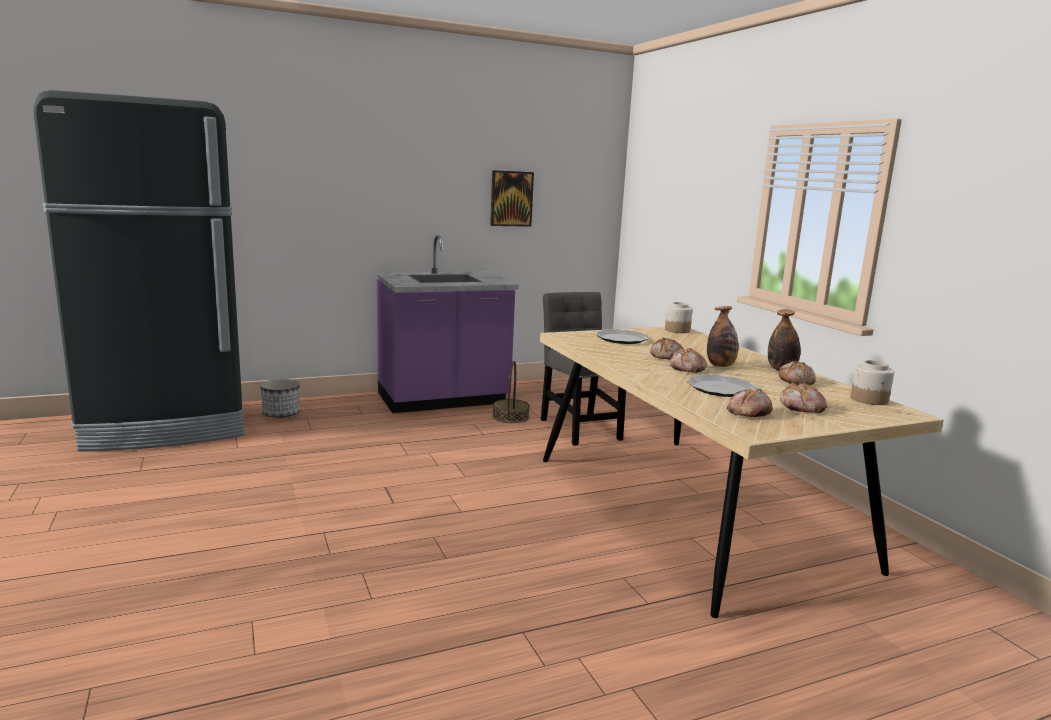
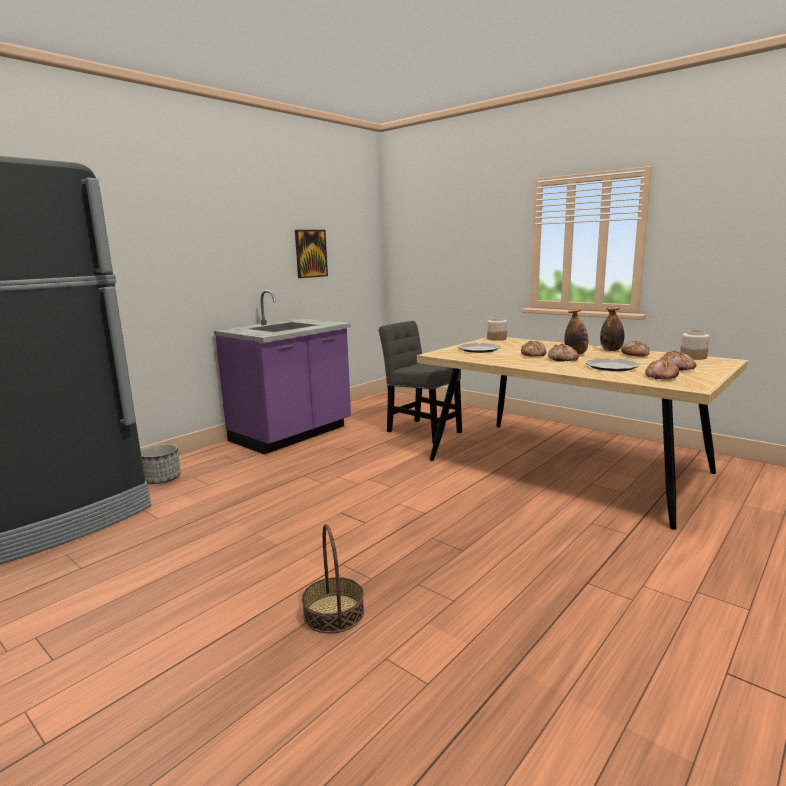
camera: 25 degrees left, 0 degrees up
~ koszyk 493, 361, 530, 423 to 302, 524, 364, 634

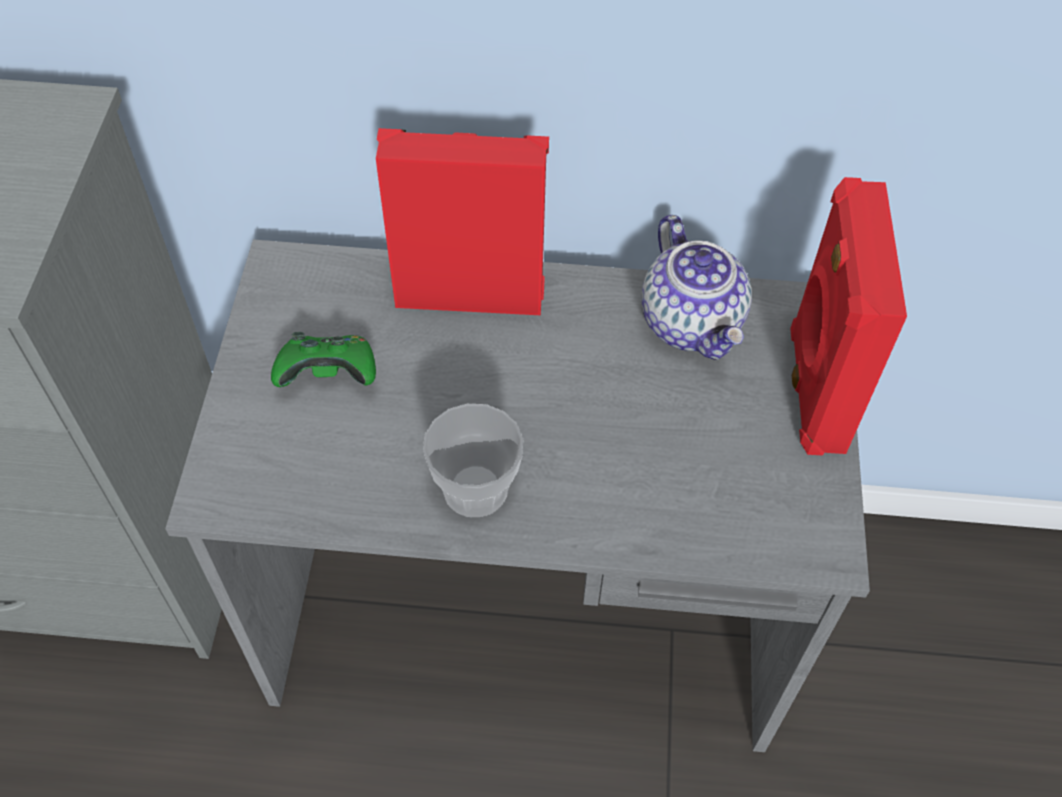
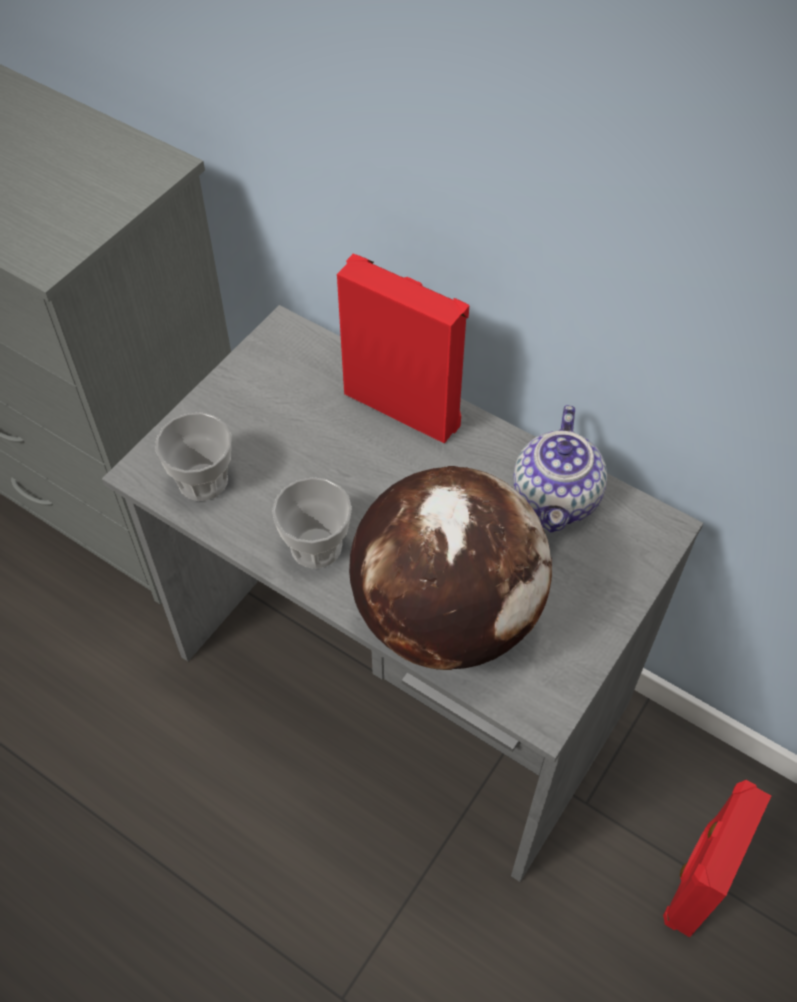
camera: 30 degrees right, 0 degrees up
+ filiżanka 155, 412, 231, 501
+ globus 349, 466, 552, 670
~ głośnik/czerwony 790, 177, 907, 456 to 663, 780, 771, 937
- pad do gier/zielony 271, 332, 376, 387

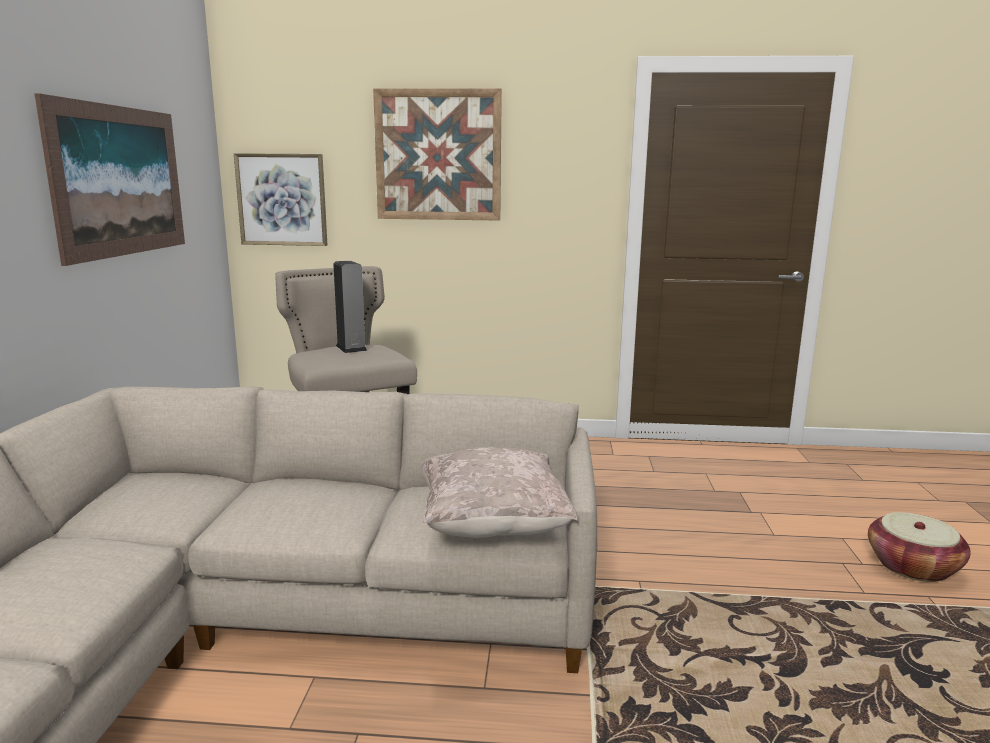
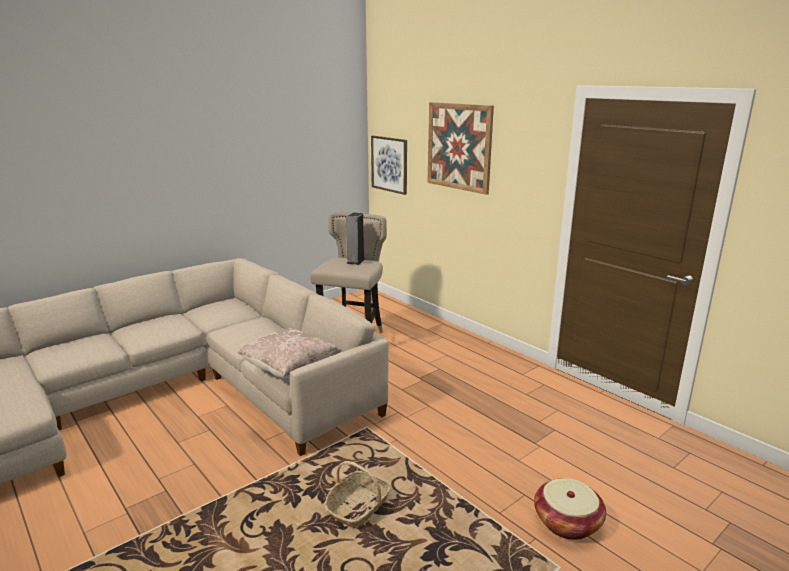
camera: 45 degrees right, 5 degrees up
+ koszyk 324, 461, 391, 528
- obraz 34, 93, 185, 266

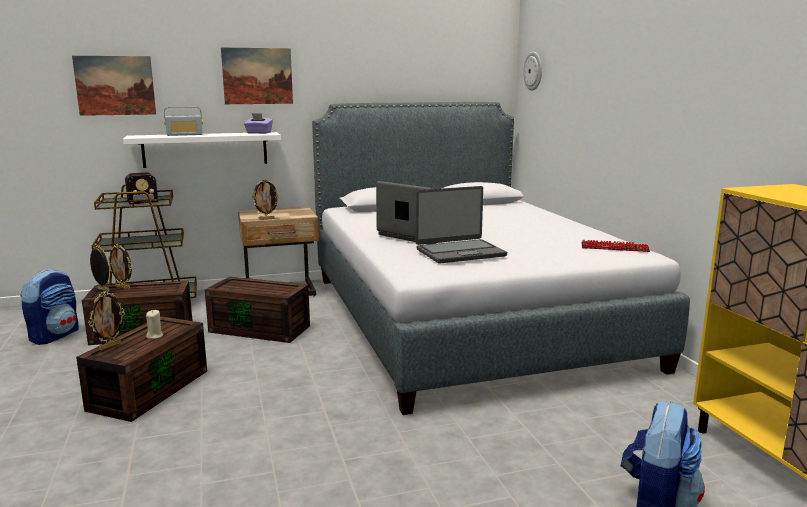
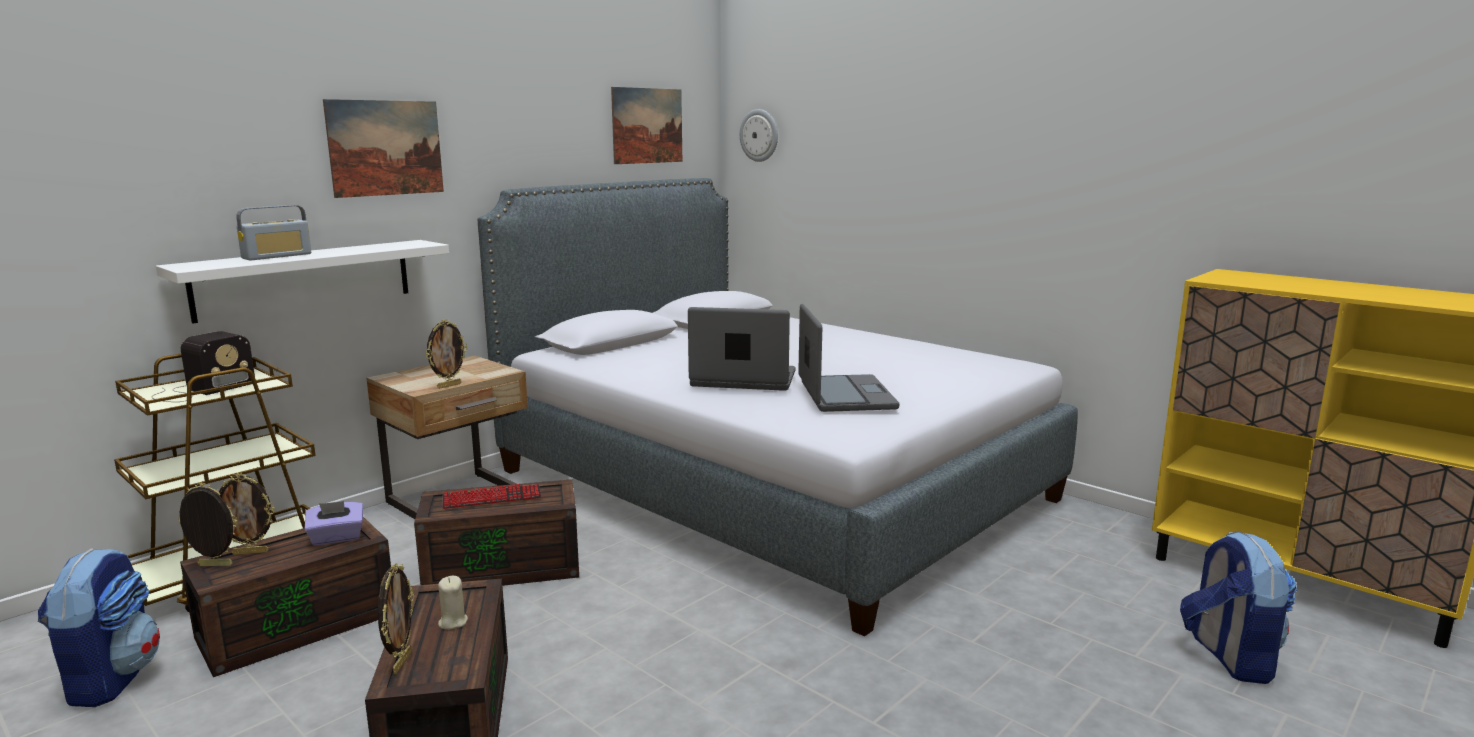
camera: 30 degrees left, 0 degrees up
~ pudełko chusteczek/fioletowy 244, 113, 273, 134 to 304, 501, 363, 546
~ klawiatura 581, 240, 650, 252 to 442, 484, 541, 509
~ obraz 72, 56, 156, 116 to 611, 87, 682, 164
~ laptop 416, 186, 507, 263 = 798, 304, 899, 412 45 degrees counterclockwise

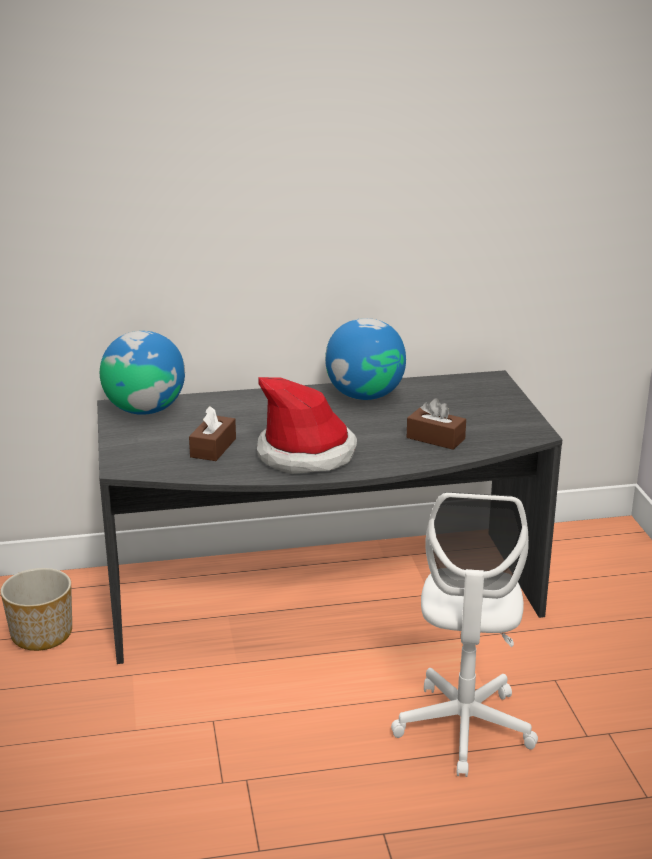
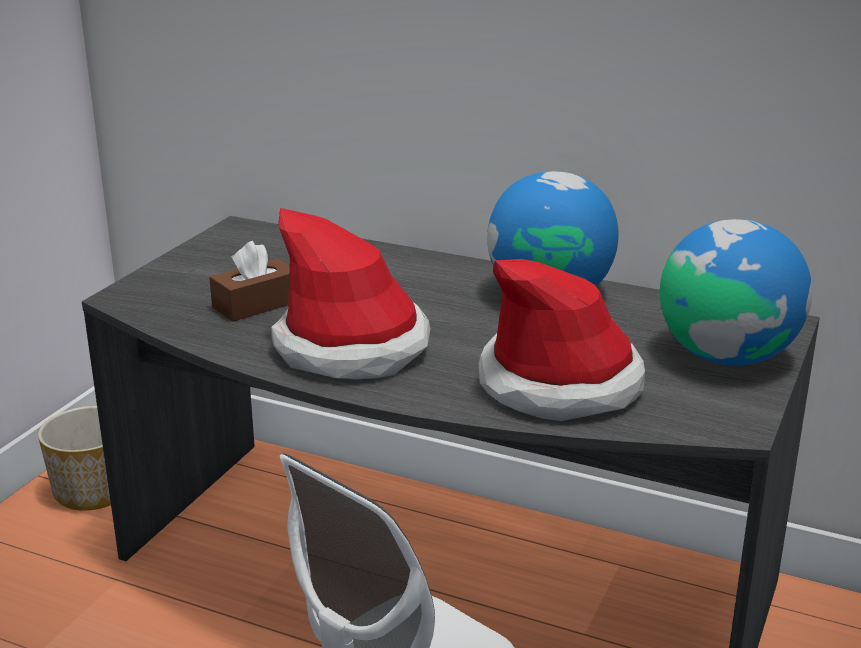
camera: 35 degrees right, 0 degrees up
~ pudełko chusteczek/brązowy 407, 398, 466, 450 to kapelusz 479, 259, 645, 421
~ globus 100, 331, 185, 415 to 660, 219, 812, 365

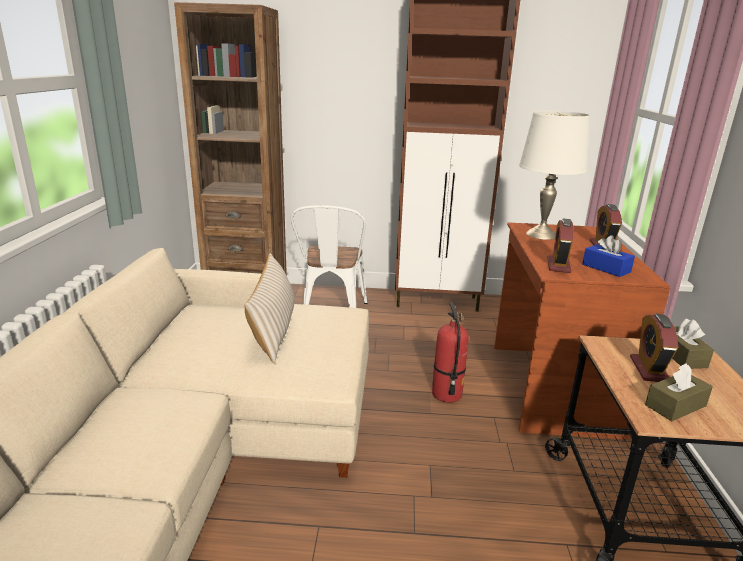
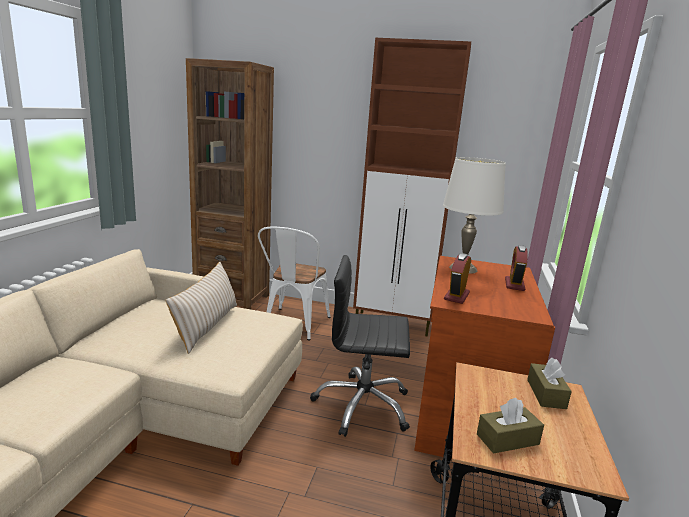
camera: 10 degrees right, 5 degrees down
~ gaśnica 432, 303, 469, 403 to krzesło biurowe/czarny 310, 255, 410, 437
- pudełko chusteczek/niebieski 582, 235, 635, 277
- budzik 630, 314, 678, 382

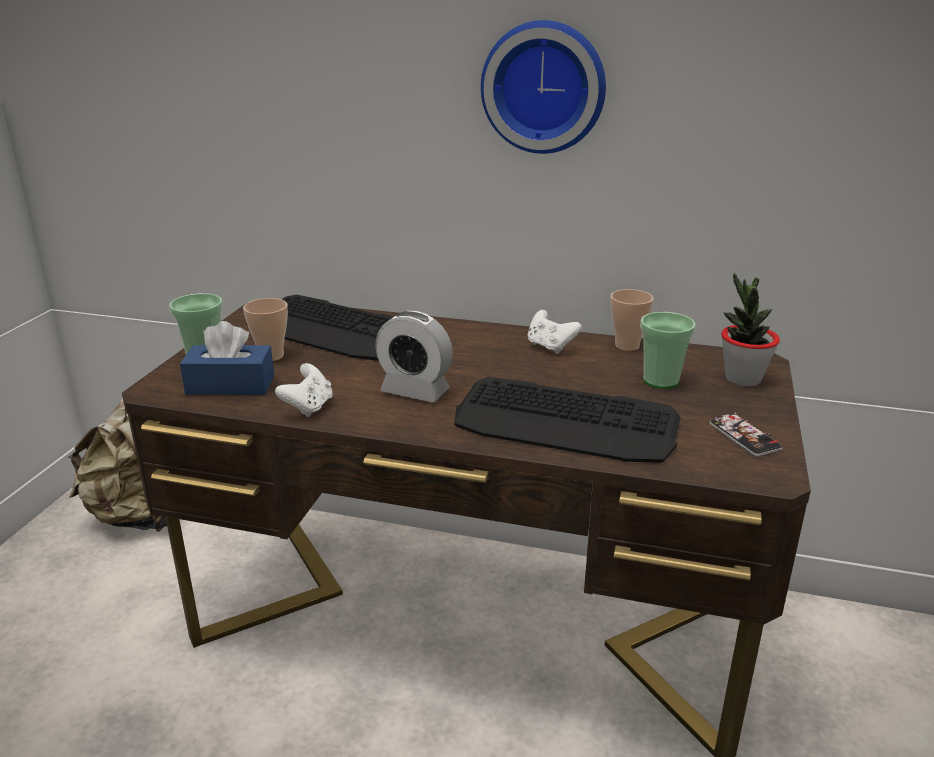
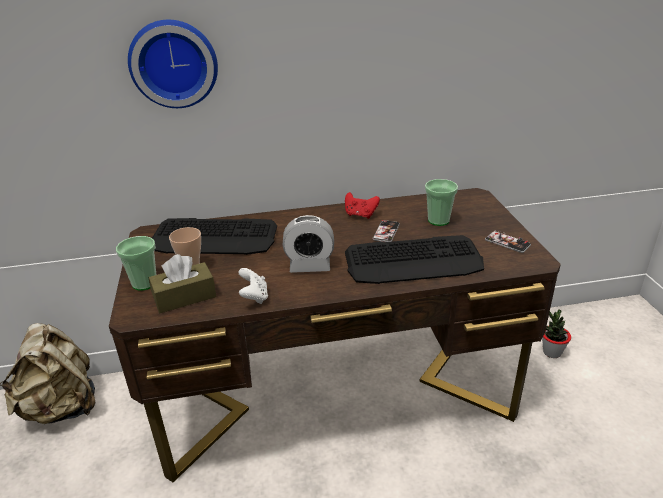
camera: 25 degrees left, 5 degrees up
~ zegar ścienny 481, 20, 606, 154 to 128, 20, 218, 108
~ pudełko chusteczek/niebieski 180, 321, 274, 395 to pudełko chusteczek/brązowy 149, 254, 216, 313
~ pad do gier/biały 528, 310, 582, 354 to pad do gier/czerwony 345, 192, 380, 219
+ telefon 372, 220, 400, 242
~ roślina doniczkowa 721, 273, 780, 386 to 542, 310, 571, 358
- filiżanka 611, 289, 653, 351

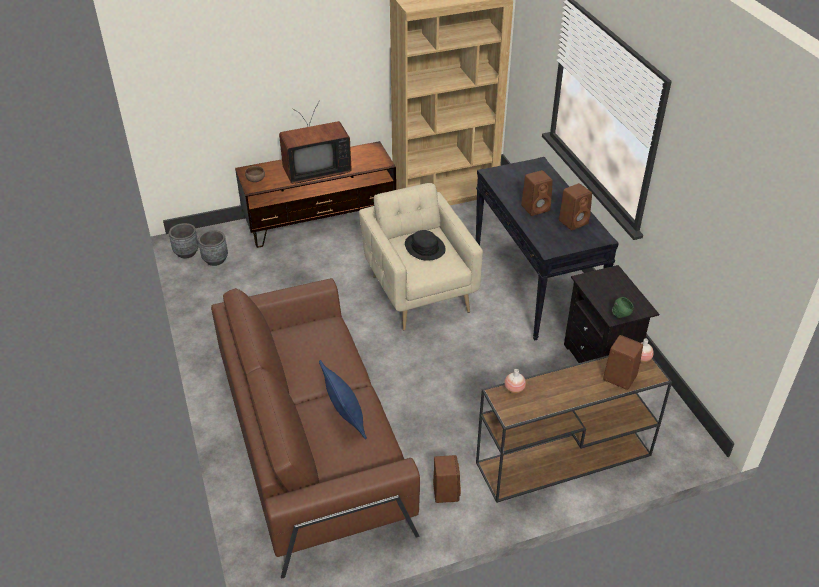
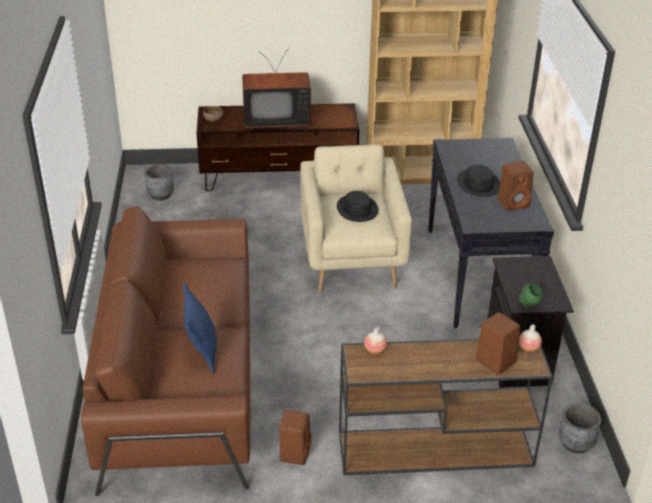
camera: 15 degrees right, 5 degrees down
~ głośnik/brązowy 521, 170, 553, 216 to kapelusz/czarny 457, 165, 500, 197
~ donica/szary 169, 223, 199, 259 to 559, 403, 601, 453

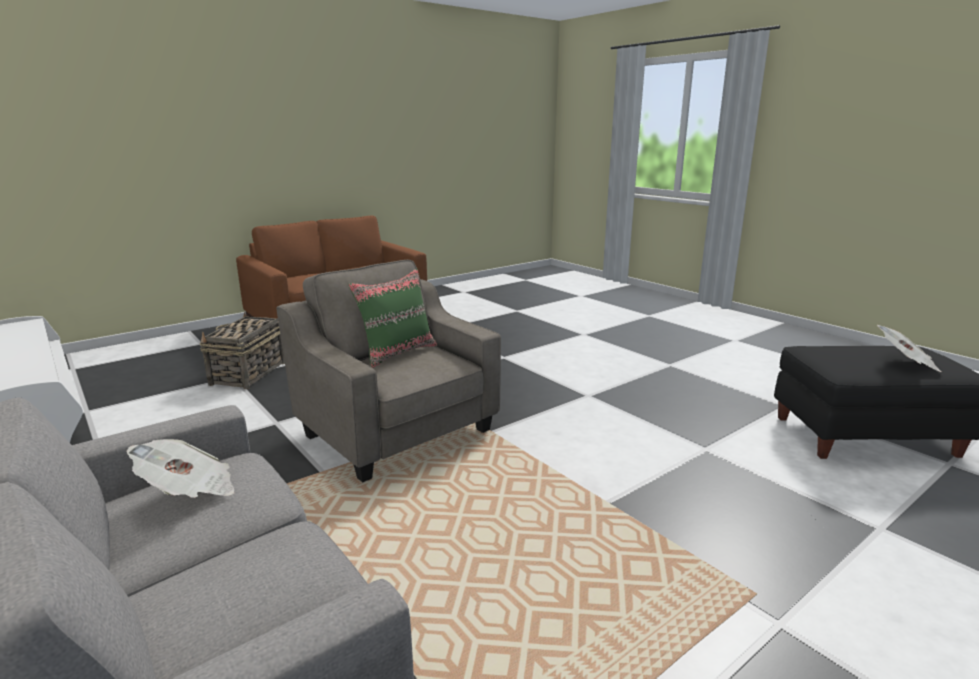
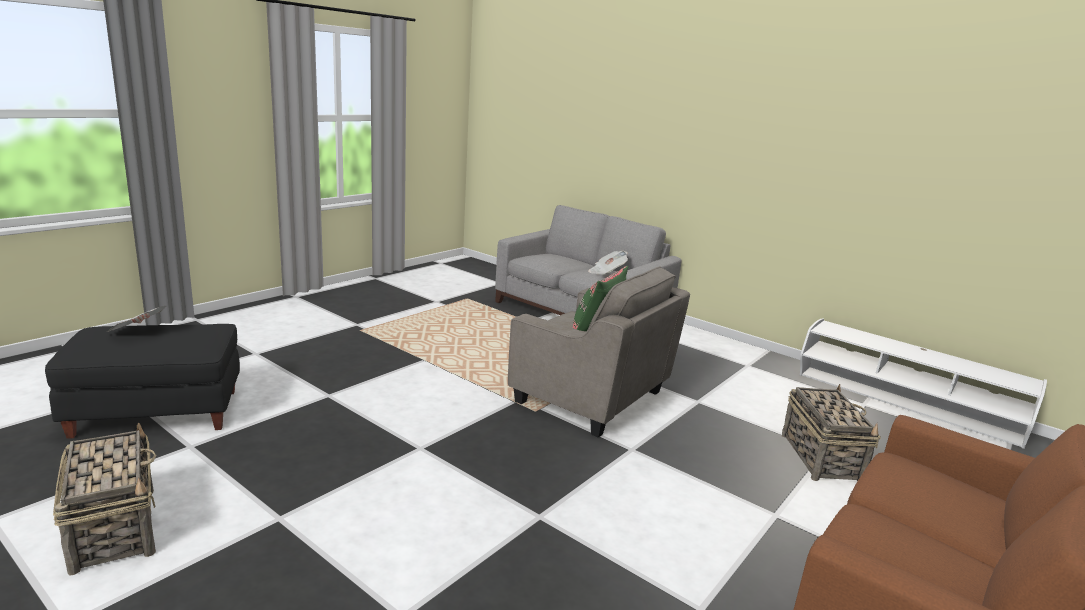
camera: 165 degrees right, 0 degrees up
+ koszyk 53, 423, 157, 575

